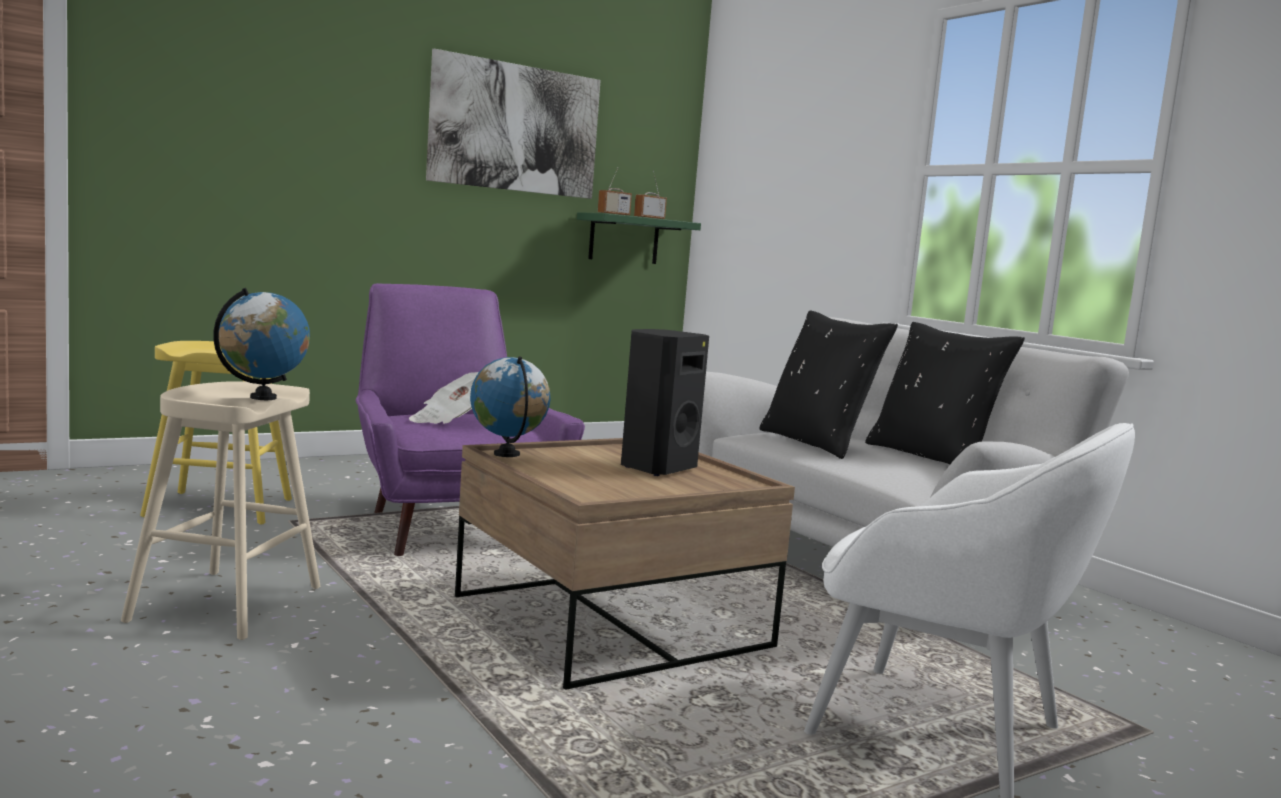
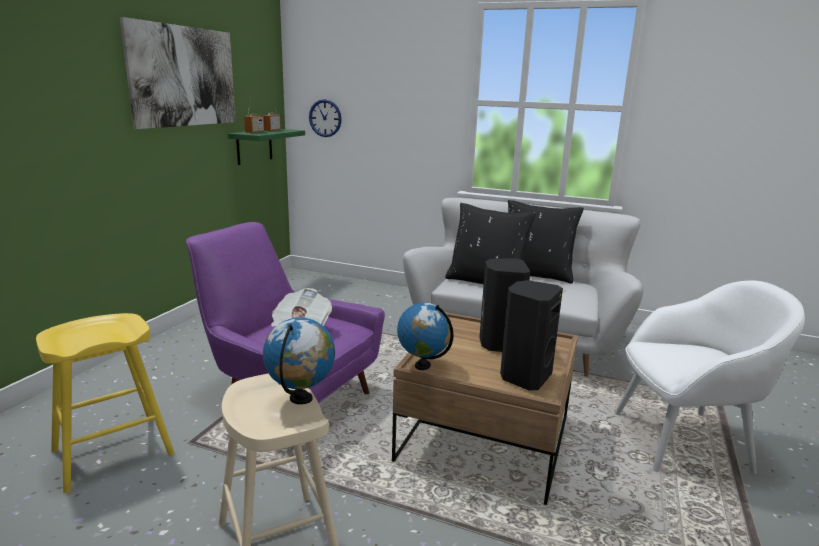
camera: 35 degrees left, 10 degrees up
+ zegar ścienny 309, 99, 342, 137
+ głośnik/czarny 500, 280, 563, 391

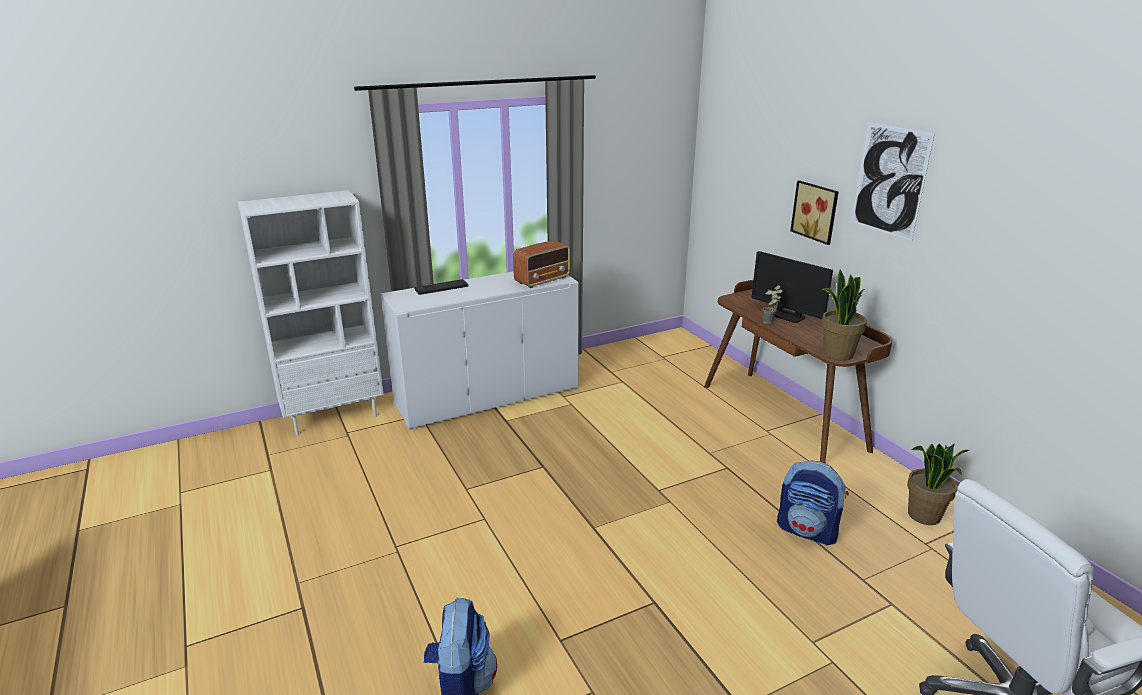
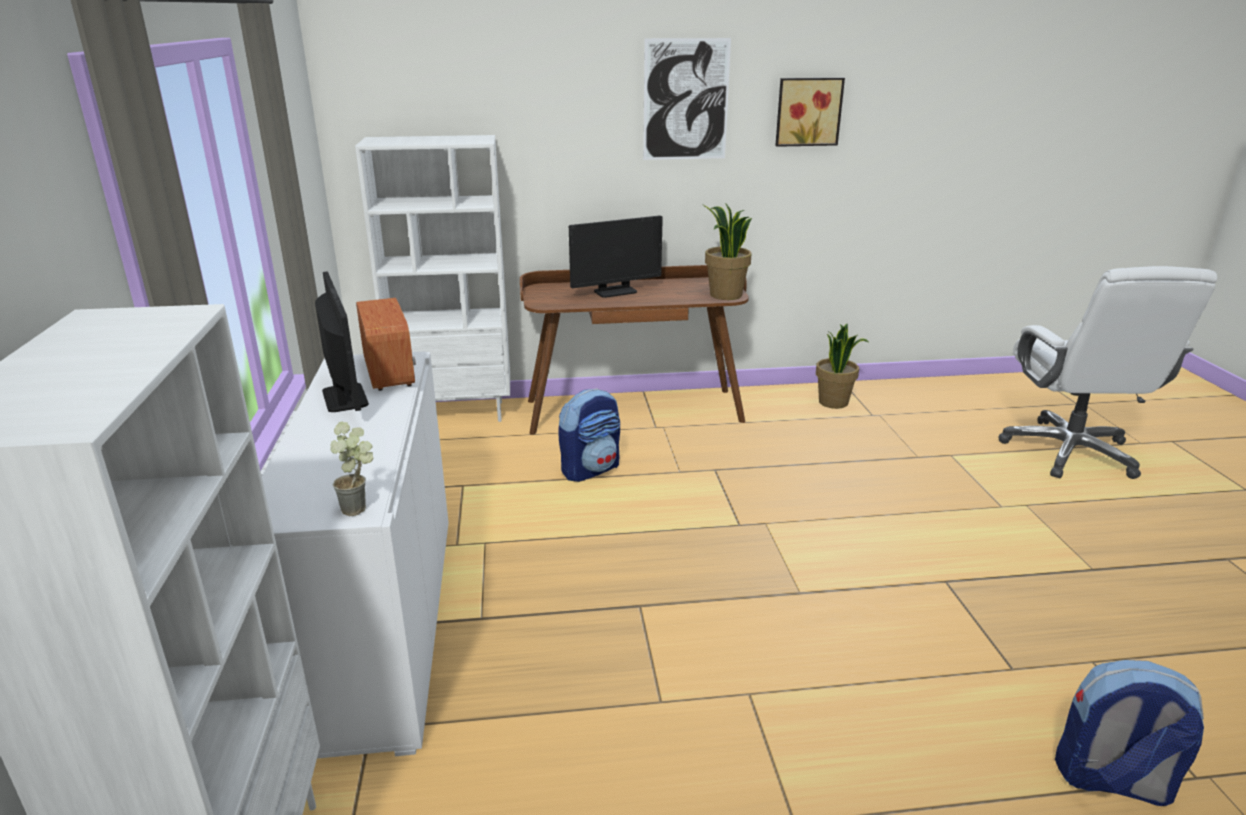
camera: 70 degrees left, 0 degrees up
+ monitor 315, 271, 369, 412
~ roślina doniczkowa 763, 285, 783, 324 to 330, 422, 373, 516
+ regał/biały 355, 135, 510, 422
~ plecak 777, 460, 849, 545 to 558, 388, 620, 482
~ obraz 790, 181, 839, 245 to 775, 78, 845, 147
- klawiatura 415, 279, 469, 295

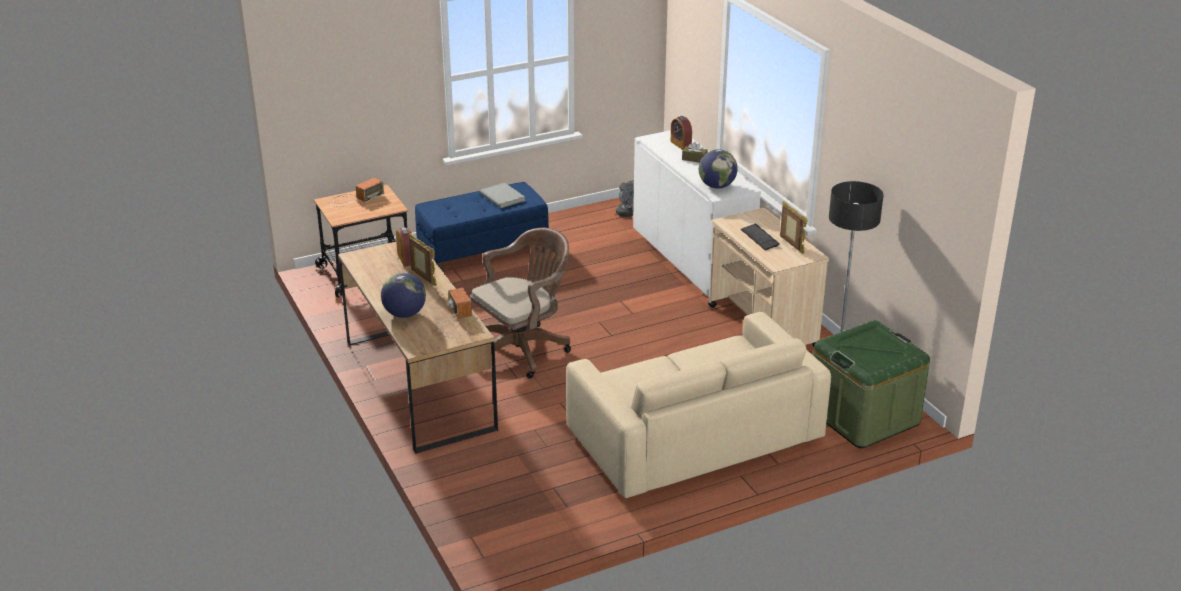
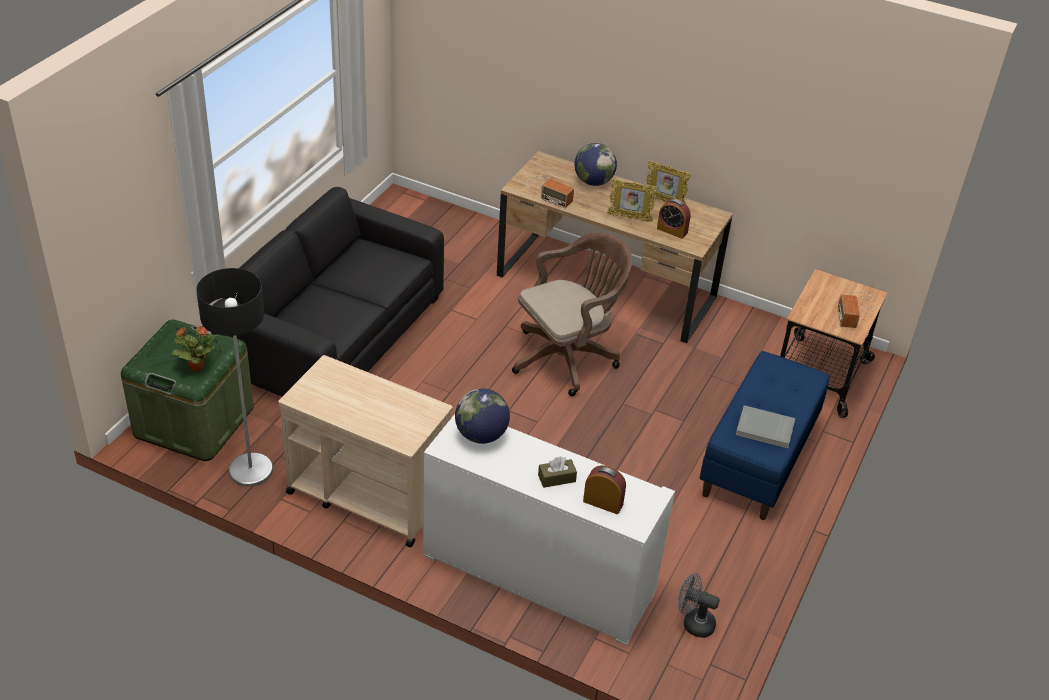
camera: 140 degrees right, 10 degrees up
+ roślina doniczkowa 171, 326, 215, 371
~ kanapa/beżowy 566, 312, 831, 498 to kanapa/czarny 211, 187, 444, 397
~ krzesło biurowe/brązowy 470, 228, 571, 379 = 512, 232, 632, 396 135 degrees counterclockwise
~ ramka na zdjęcie 780, 201, 807, 254 to 646, 160, 691, 203
- klawiatura 741, 224, 780, 250

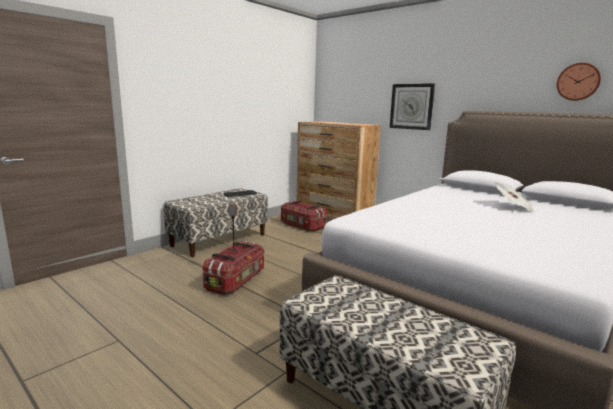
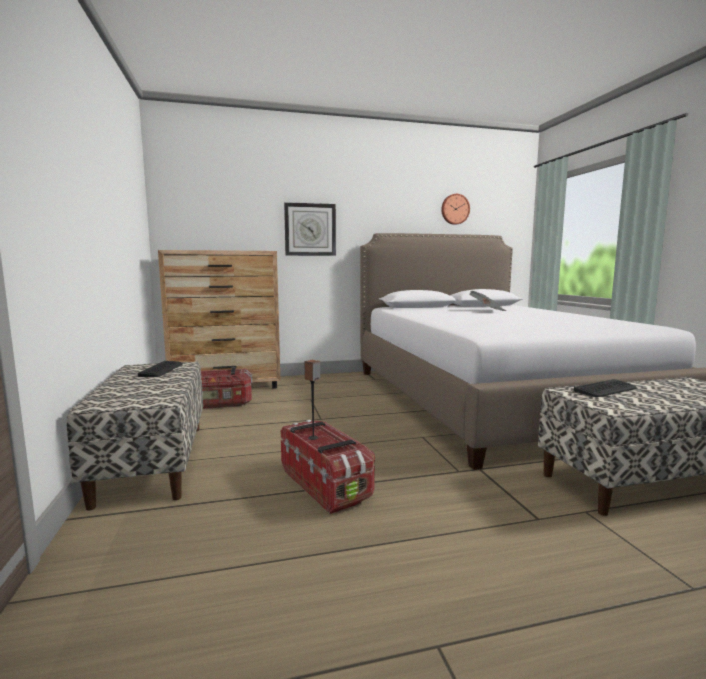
camera: 55 degrees left, 5 degrees down
+ klawiatura 574, 379, 637, 397

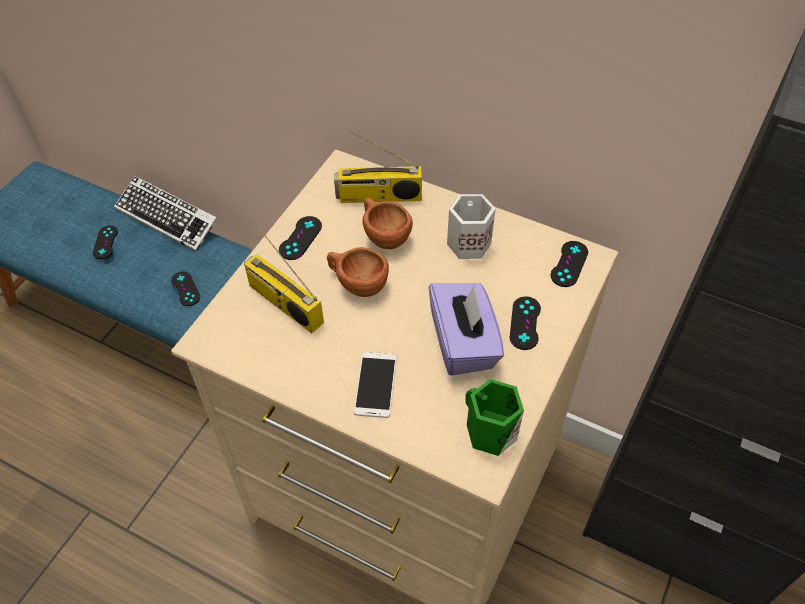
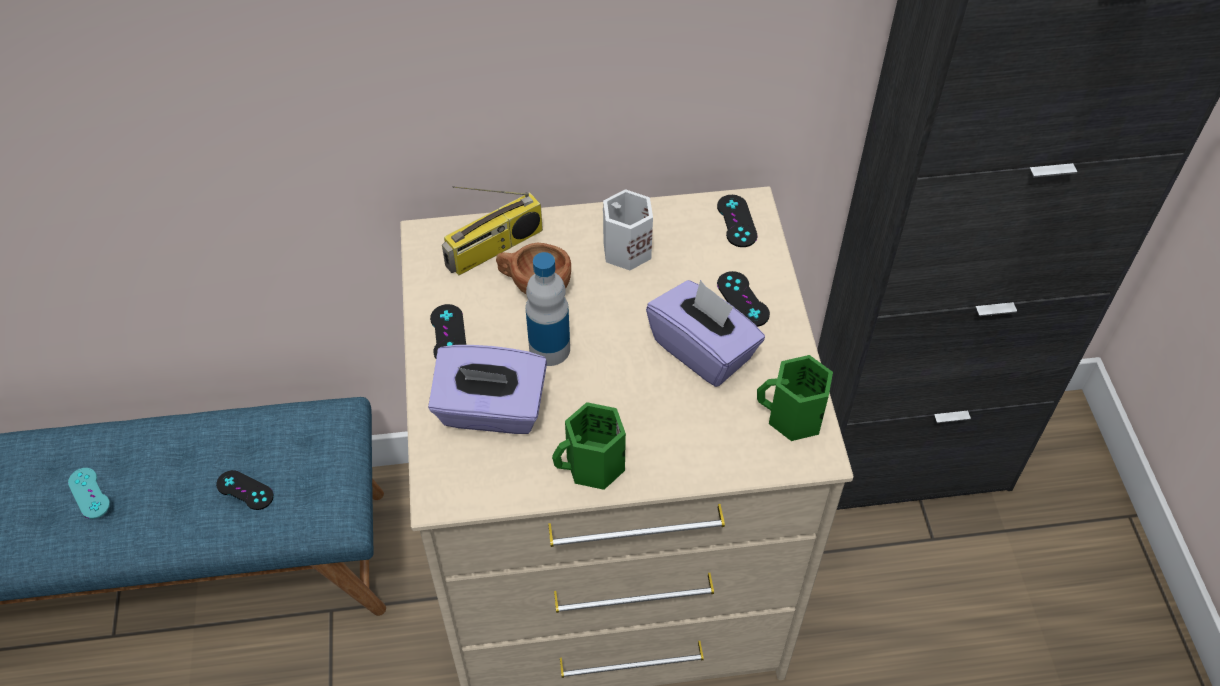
camera: 35 degrees left, 0 degrees up
~ pad do gier/czarny 93, 225, 118, 259 to pad do gier/turkusowy 68, 468, 110, 519
~ radio 244, 225, 324, 333 to pudełko chusteczek/fioletowy 428, 345, 547, 434
~ filiżanka/brązowy 327, 247, 389, 297 to butelka 526, 252, 570, 366
+ kubek/zielony 552, 402, 626, 490
- klawiatura 114, 176, 218, 252
- telefon 354, 352, 397, 418

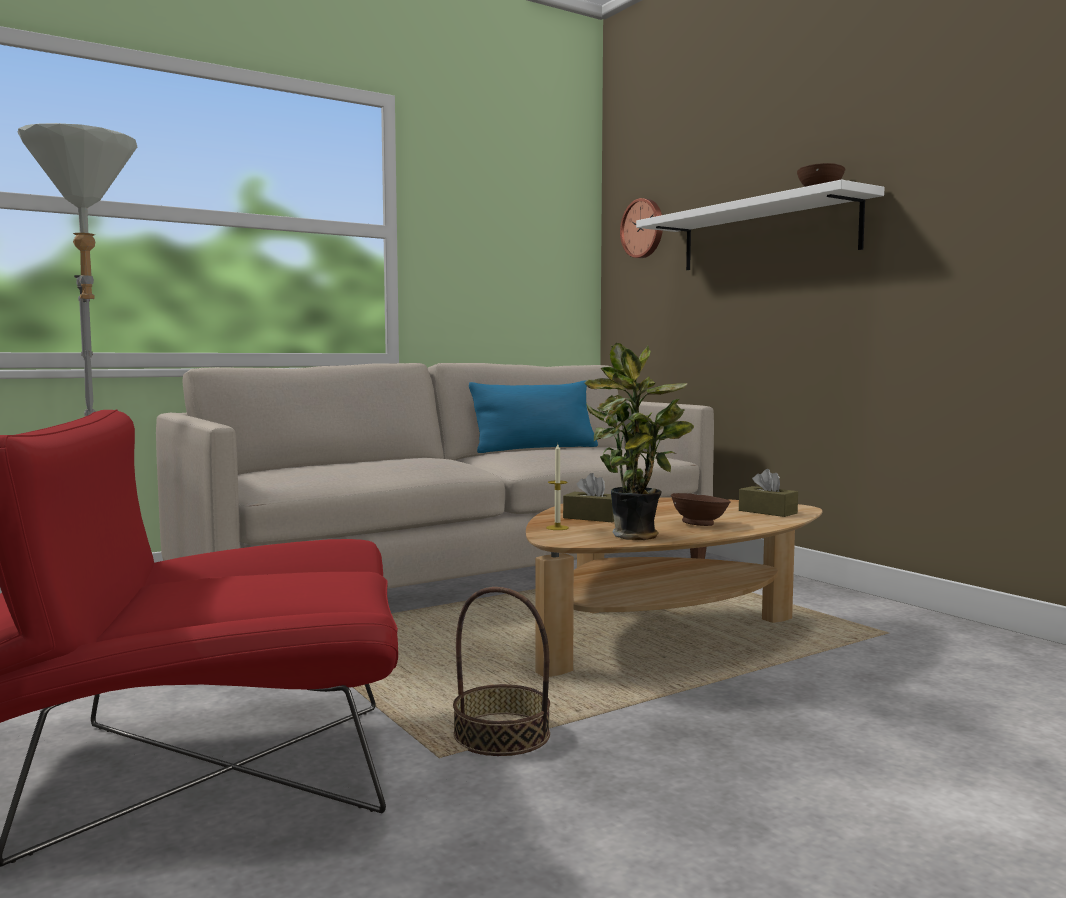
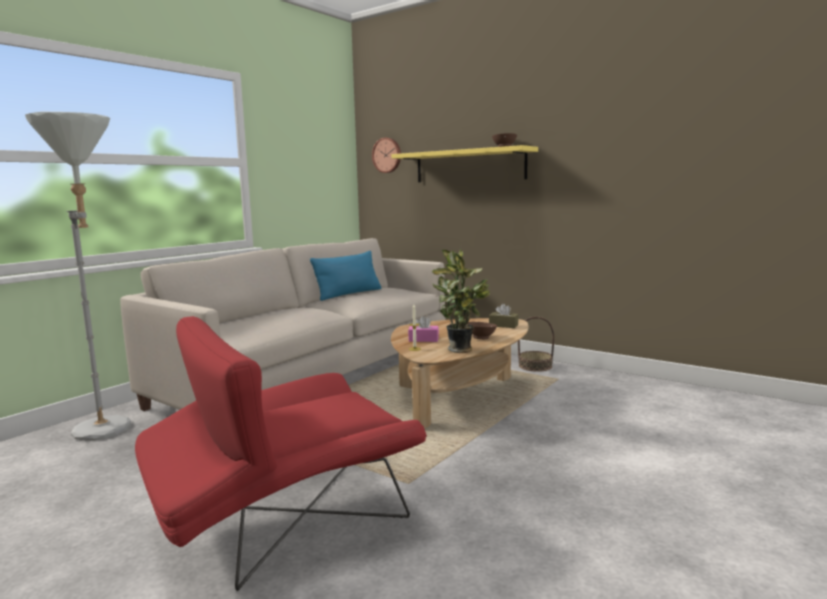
camera: 20 degrees left, 5 degrees up
~ półka/biały 636, 179, 885, 270 to półka/żółty 391, 145, 538, 182
~ pudełko chusteczek/brązowy 563, 473, 614, 522 to pudełko chusteczek/różowy 408, 316, 439, 342
~ koszyk 453, 587, 550, 756 to 518, 317, 554, 372

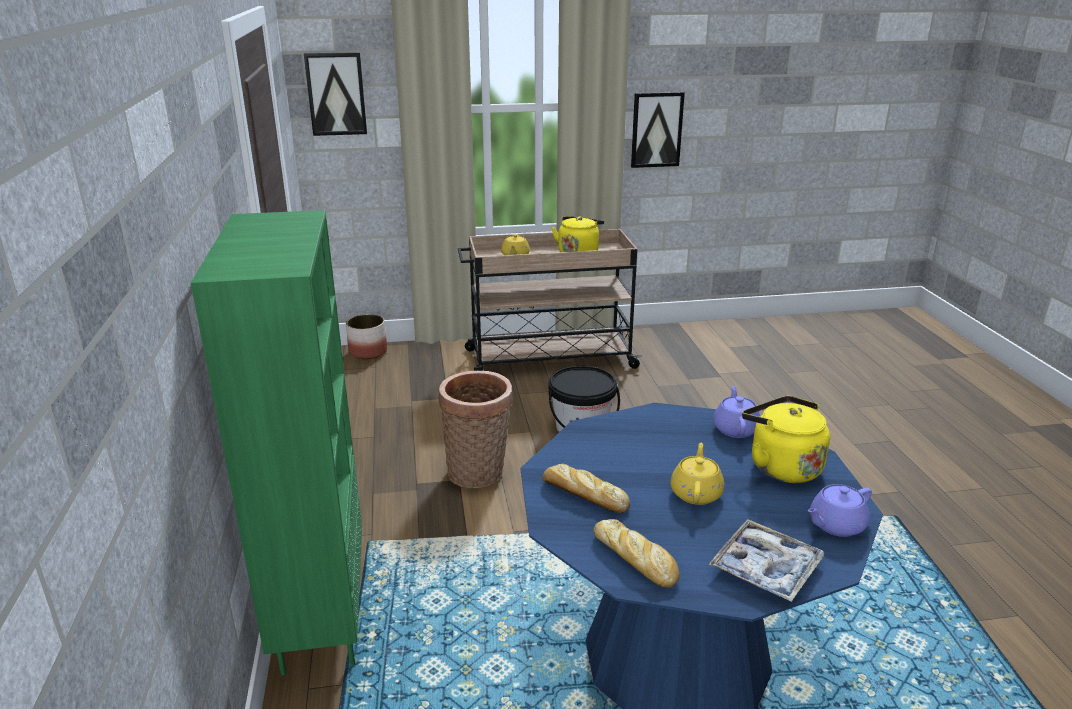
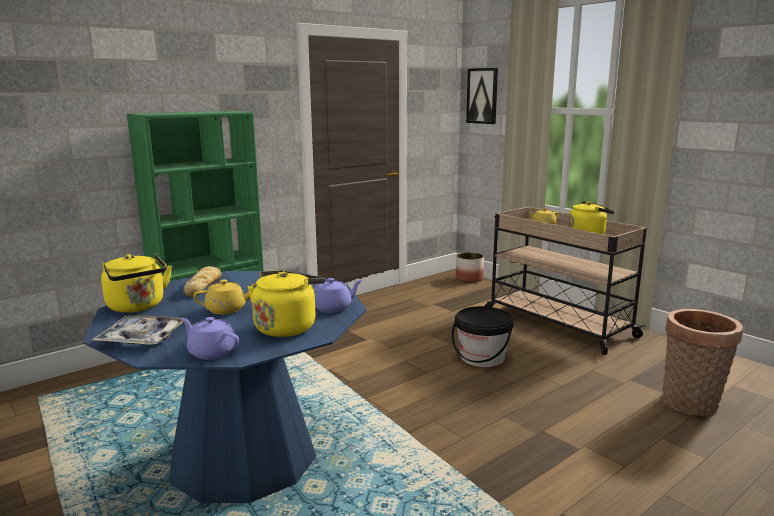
camera: 60 degrees right, 10 degrees down
~ chleb 593, 519, 680, 588 to czajnik/żółty 101, 254, 172, 313
~ koszyk 439, 371, 513, 488 to 662, 309, 743, 415
- obraz 631, 92, 685, 168

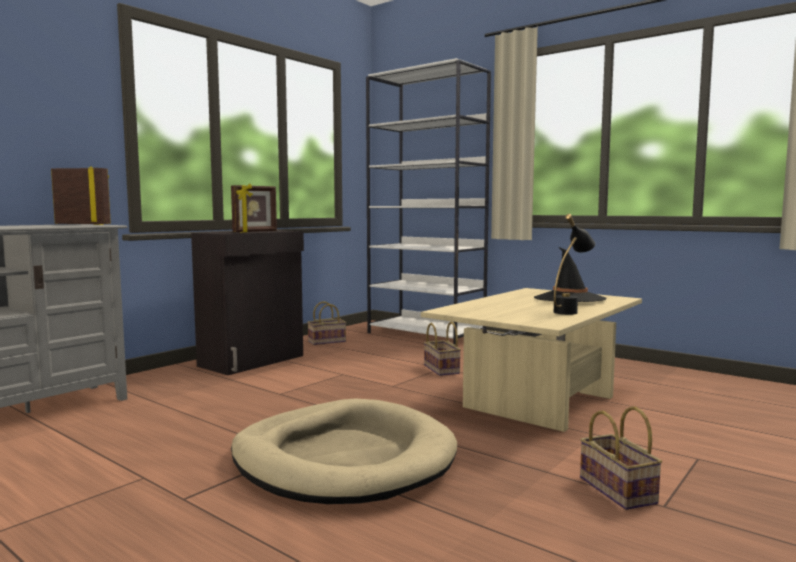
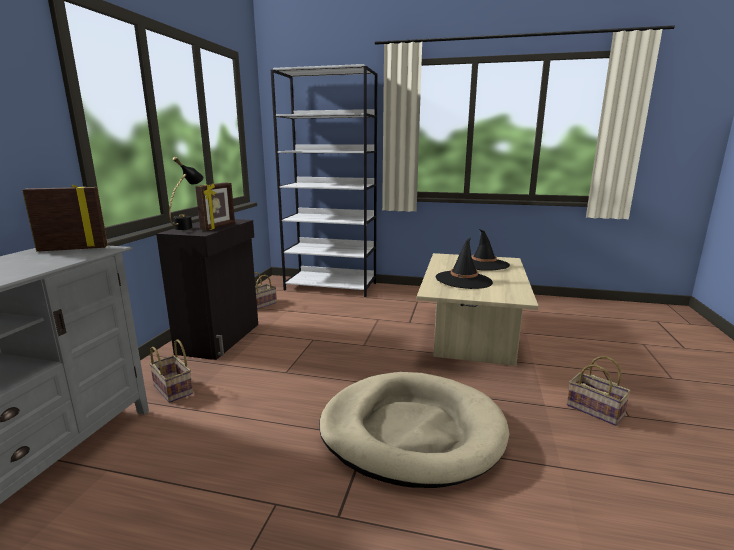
camera: 25 degrees left, 10 degrees up
~ koszyk 424, 321, 461, 376 to 149, 339, 193, 403
~ lampa stołowa/czarny 553, 214, 595, 315 to 169, 157, 204, 230
+ kapelusz/czarny 435, 238, 493, 289

